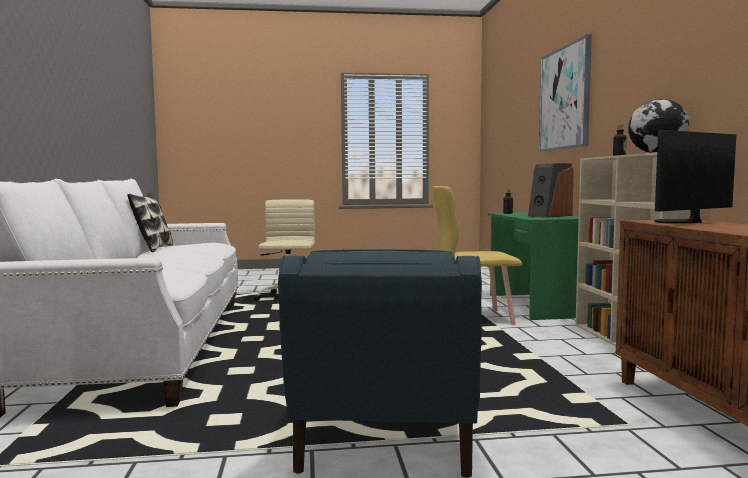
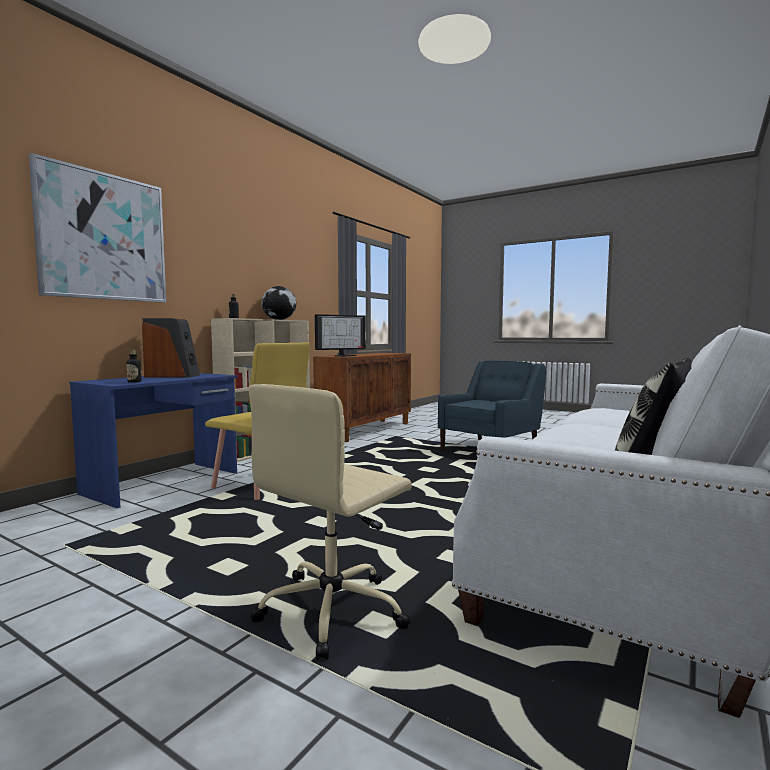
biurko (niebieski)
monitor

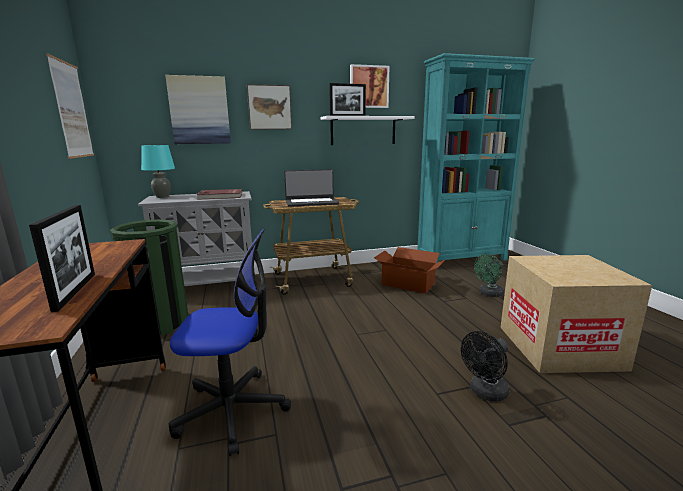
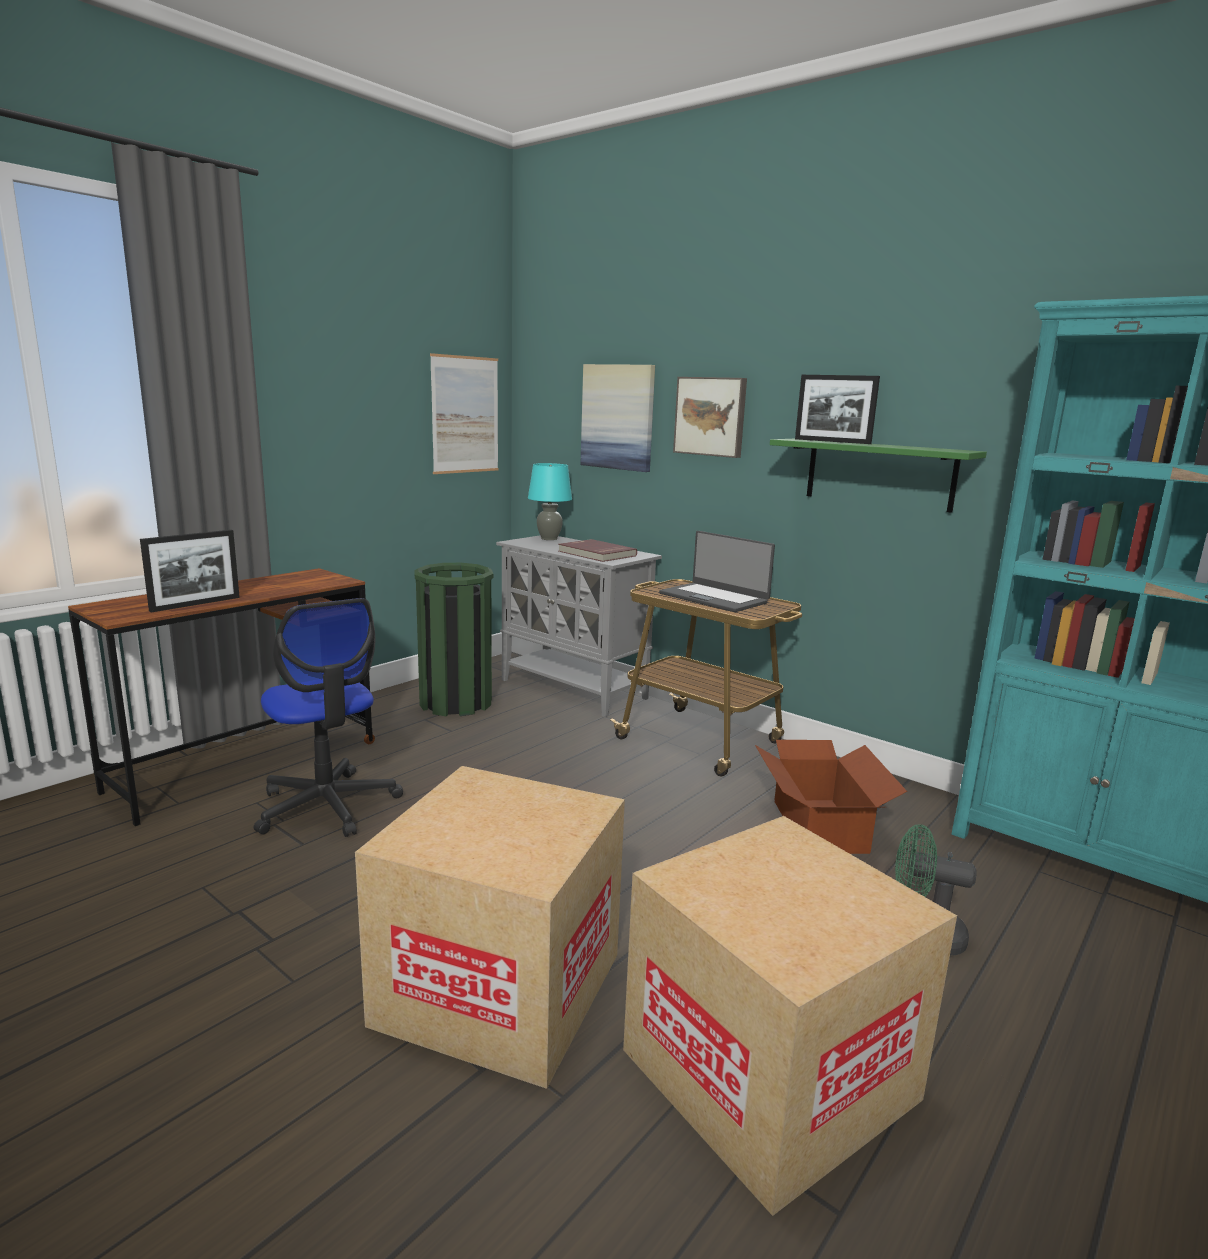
karton (no. 1 from left)
półka (zielony)
obraz (no. 4 from left in the first image)

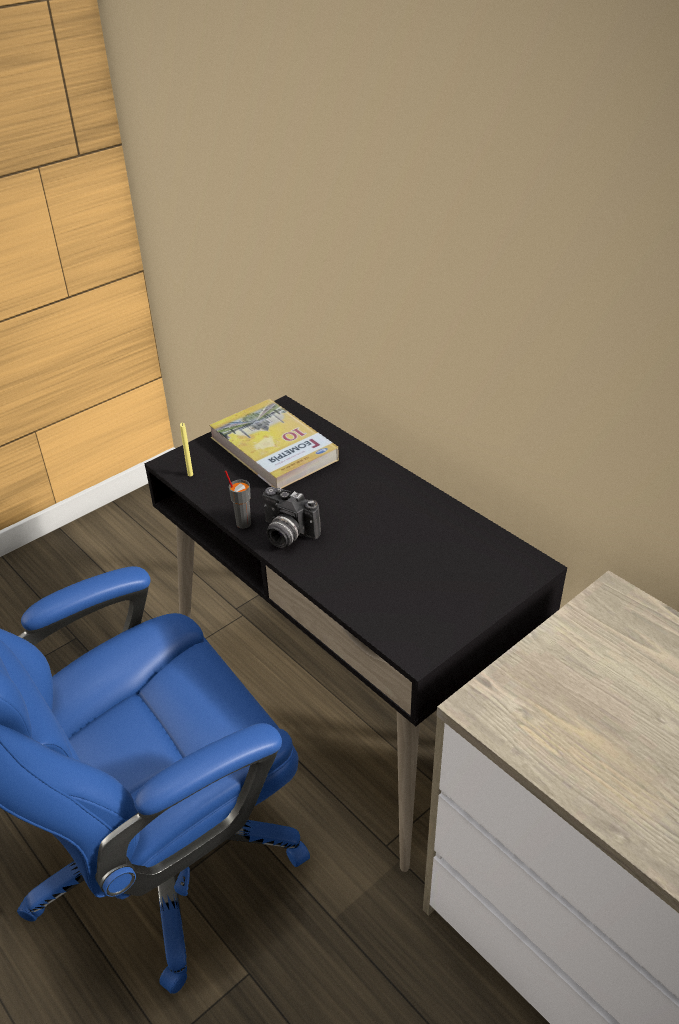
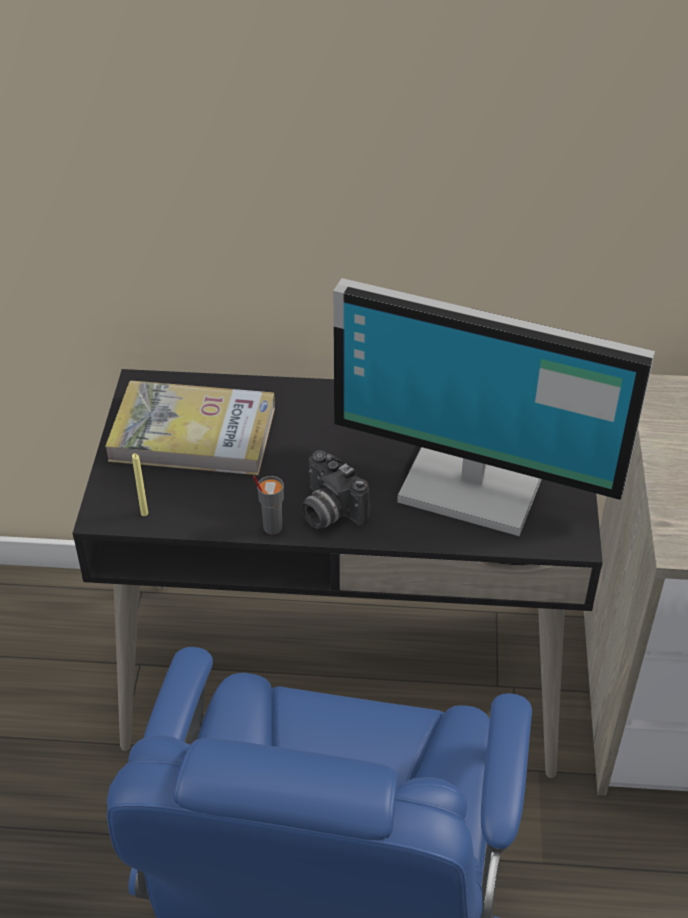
aparat fotograficzny
monitor

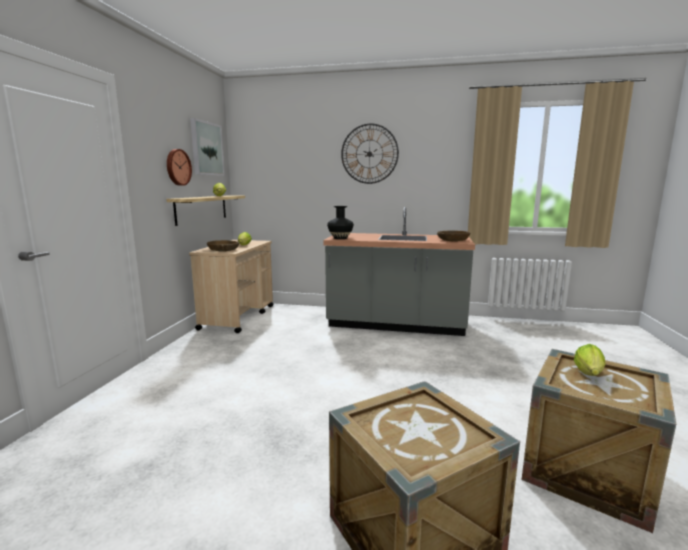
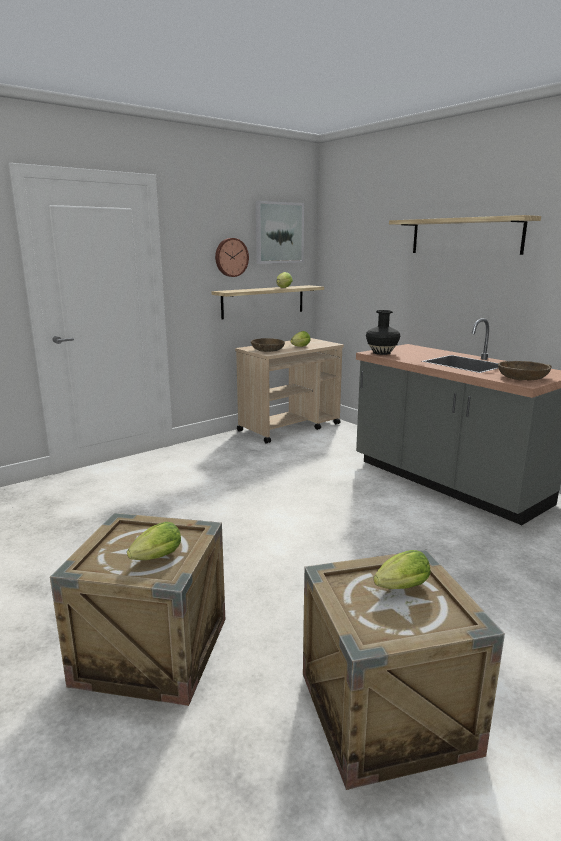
sałata (no. 1 from left)
półka (no. 2 from left)

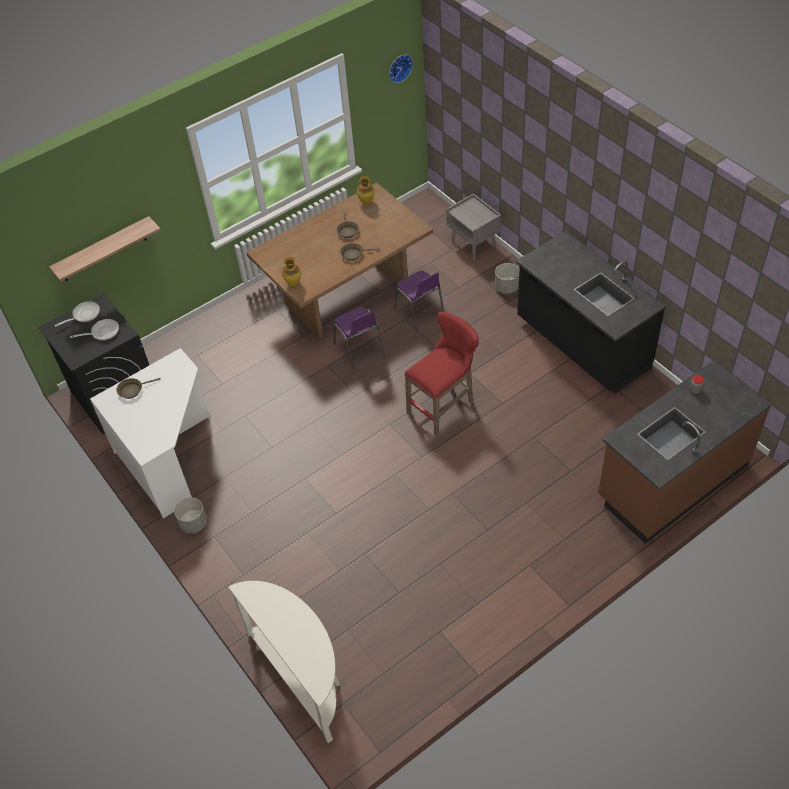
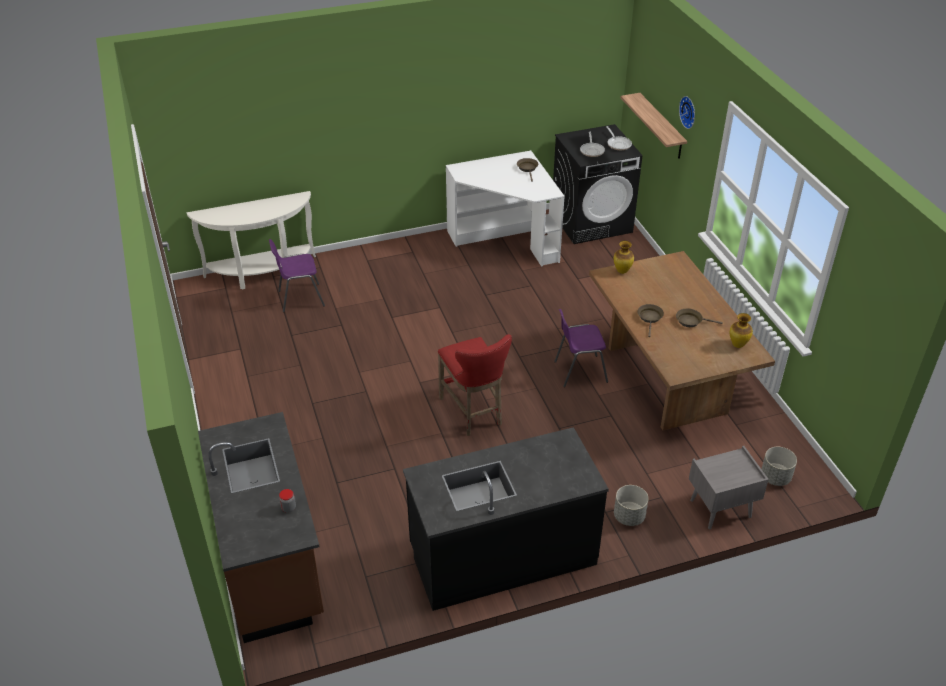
krzesło (fioletowy) (no. 1 from left)
zegar ścienny
donica (szary) (no. 2 from left)

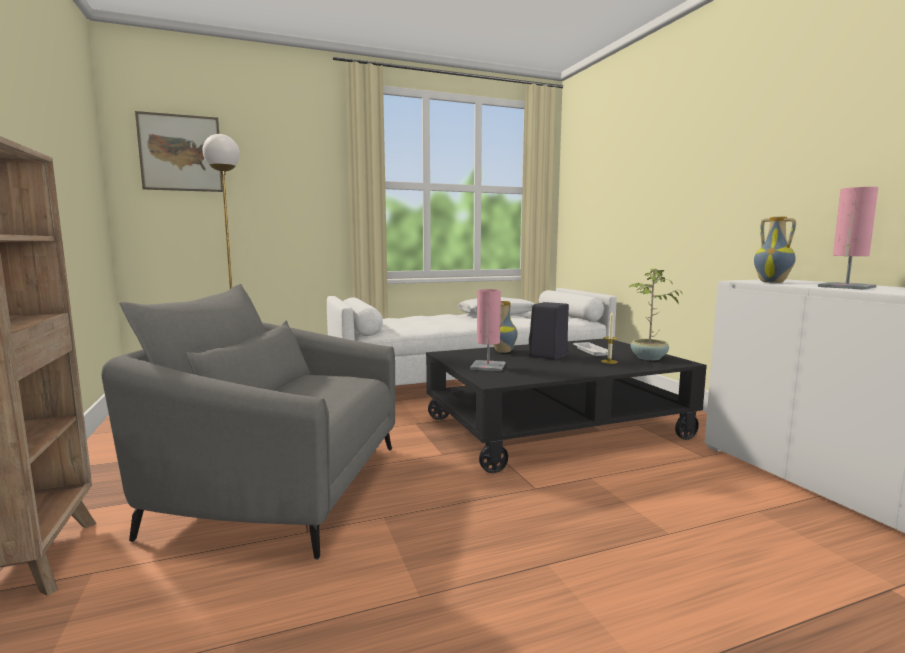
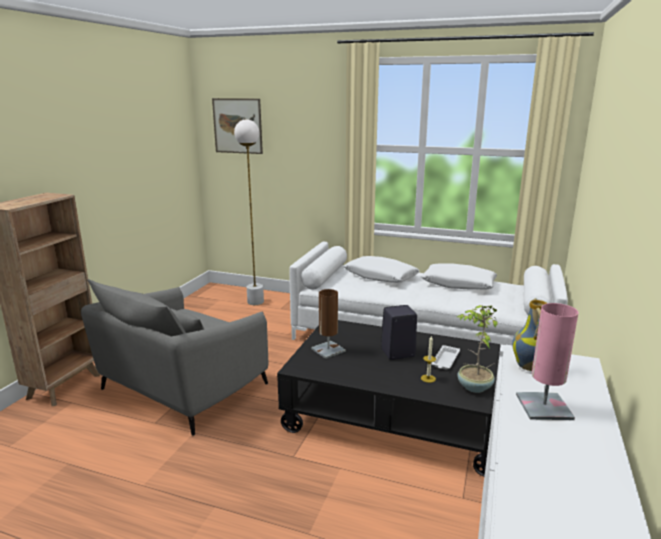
fotel (szary)
lampa stołowa (brązowy)
poduszka (biały) (no. 1 from left)
wazon (no. 1 from left in the first image)

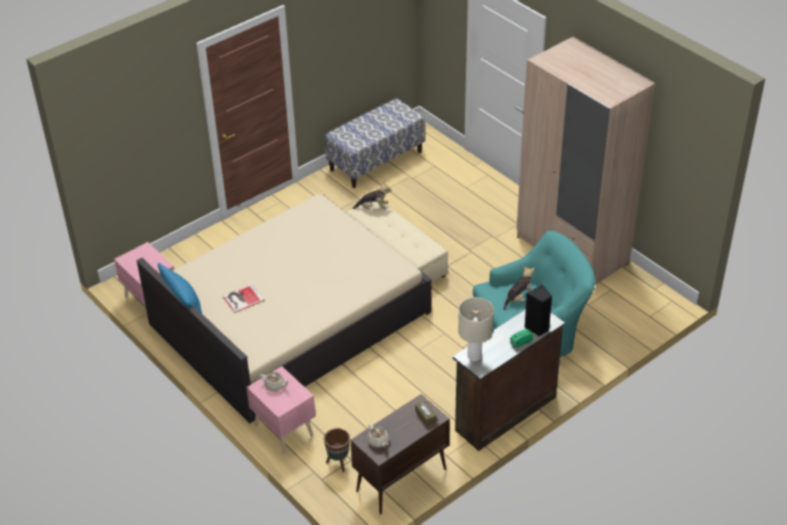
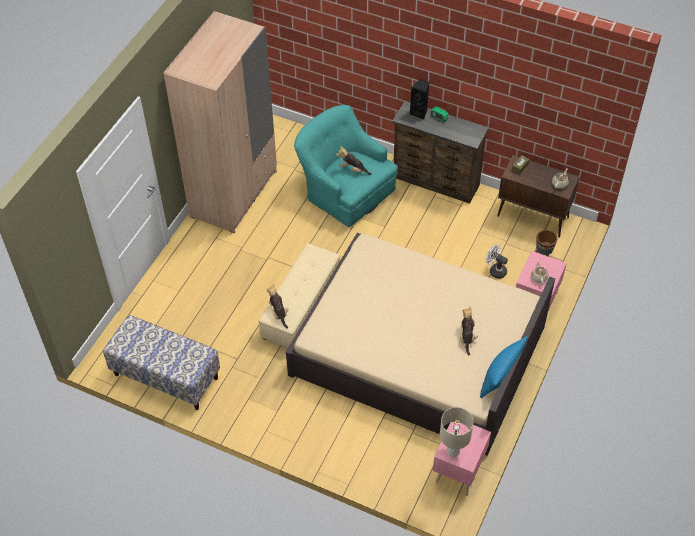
lampa stołowa (beżowy)
pluszak (no. 3 from left)
wentylator (biały)

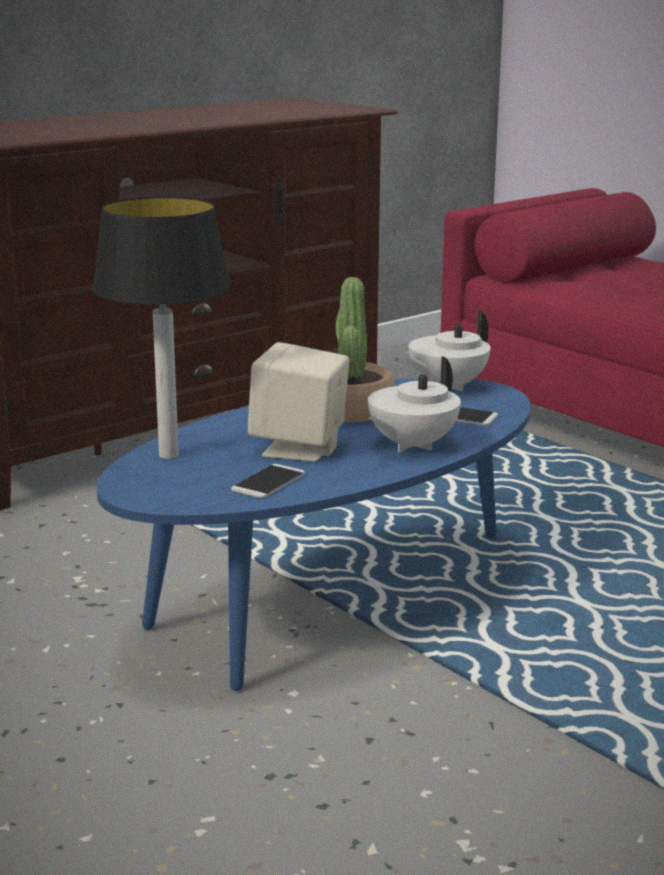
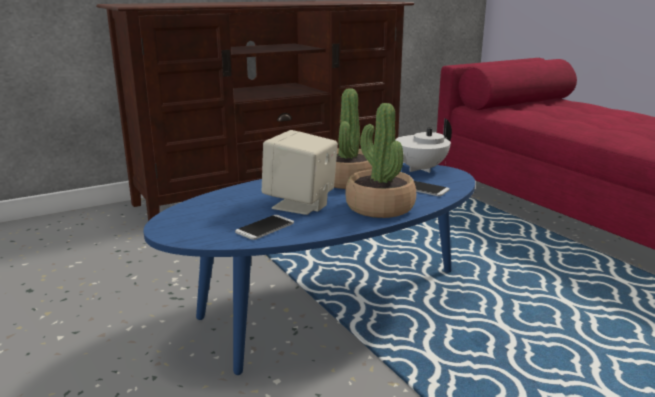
roślina doniczkowa (no. 2 from left)
lampa stołowa

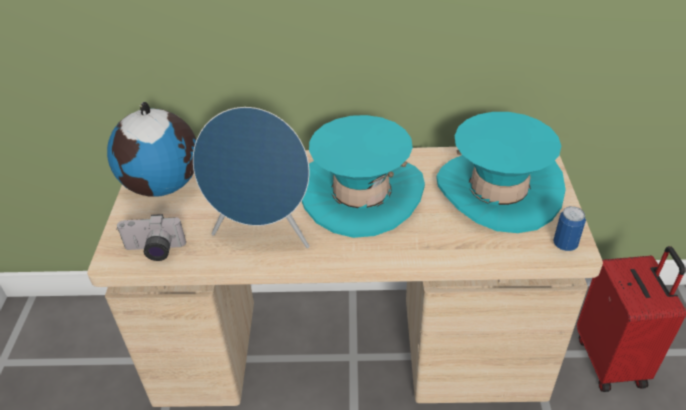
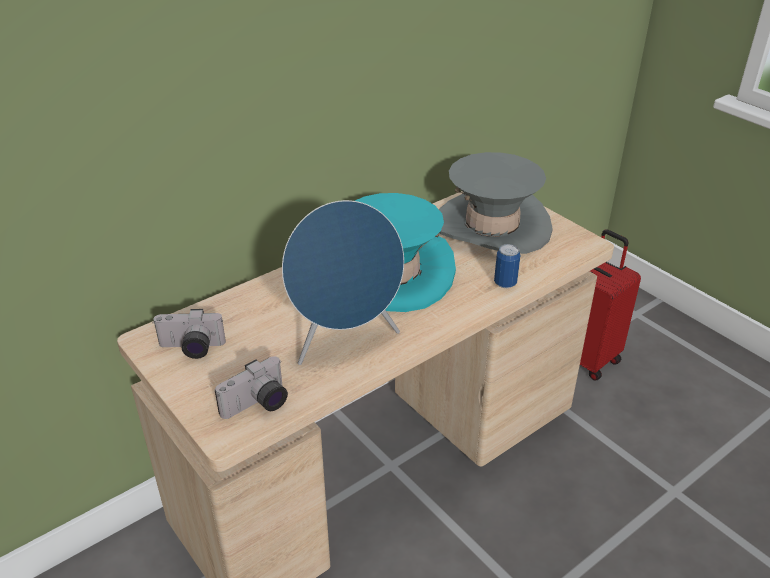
aparat fotograficzny (no. 1 from left)
kapelusz (szary)
puszka

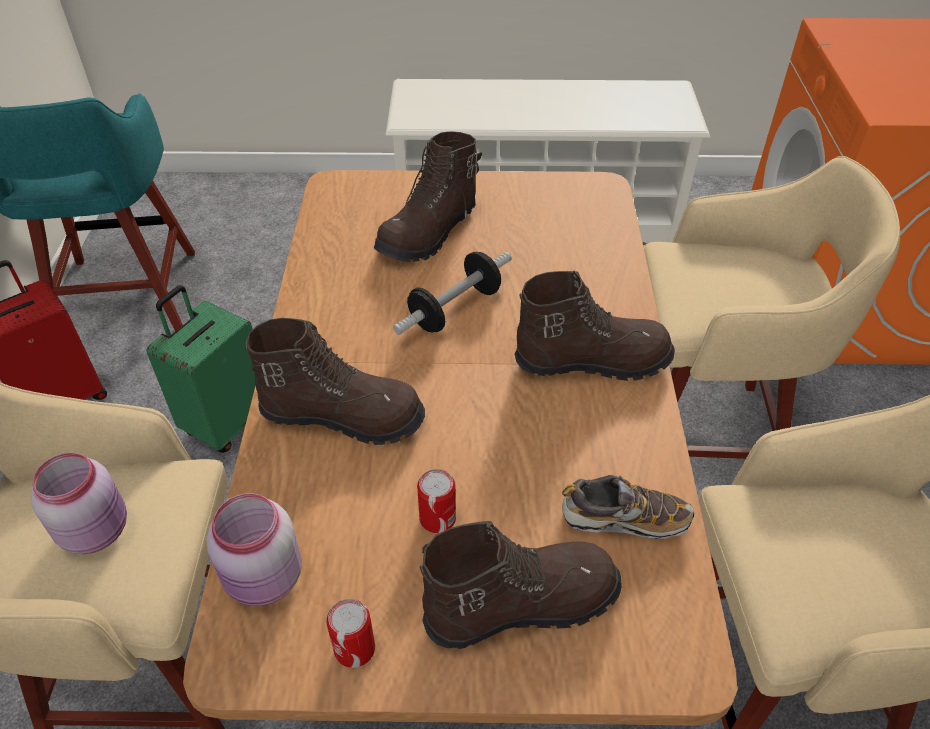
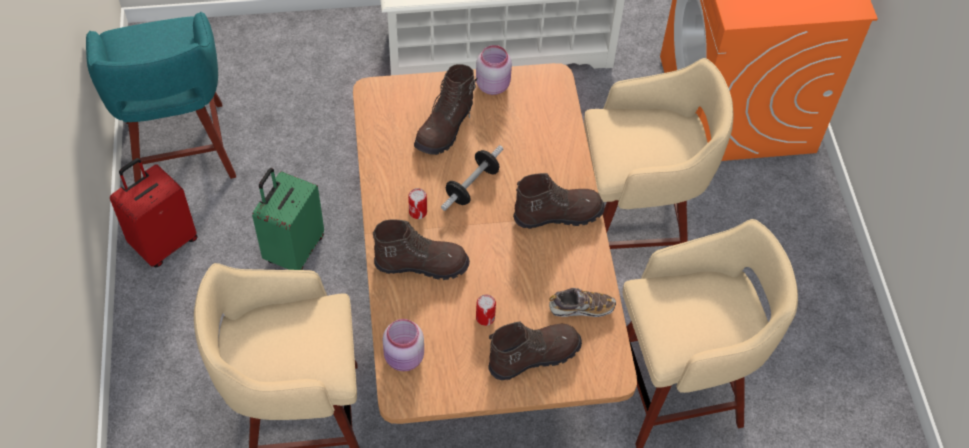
puszka (no. 1 from left)
słoik (różowy) (no. 2 from left)

